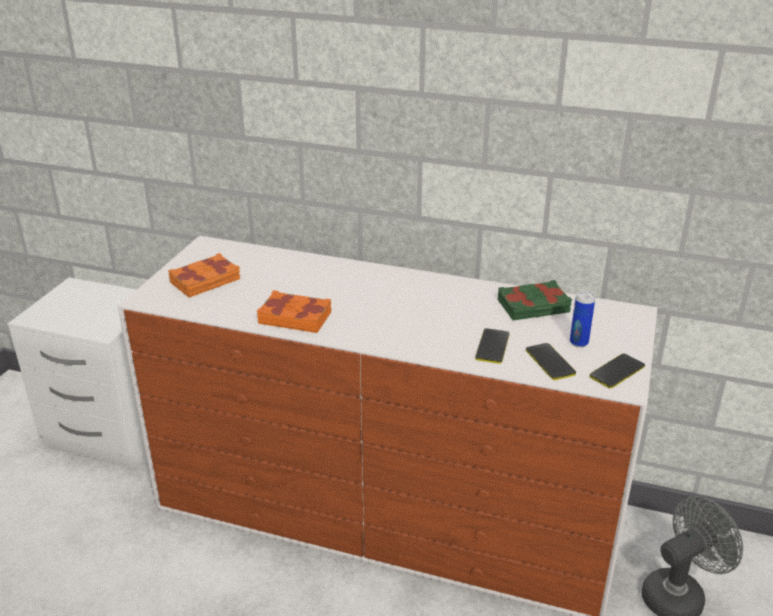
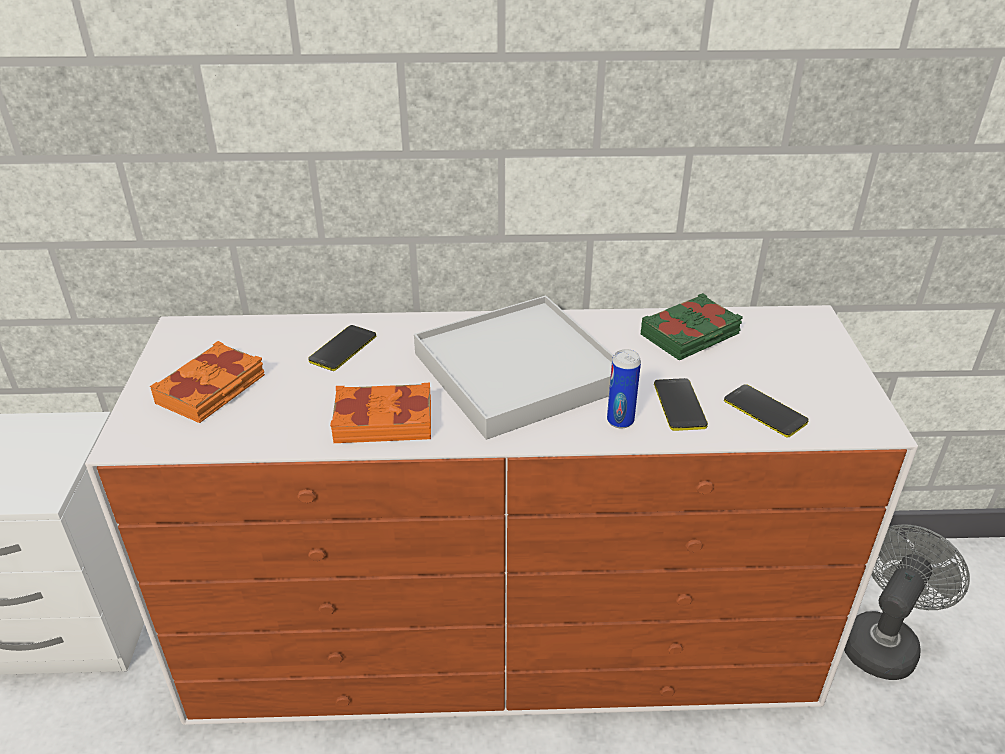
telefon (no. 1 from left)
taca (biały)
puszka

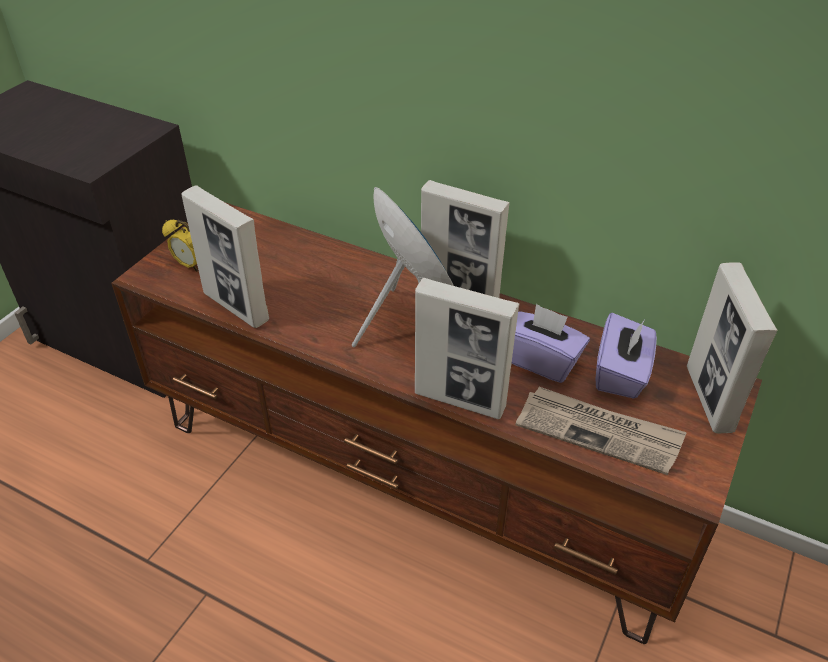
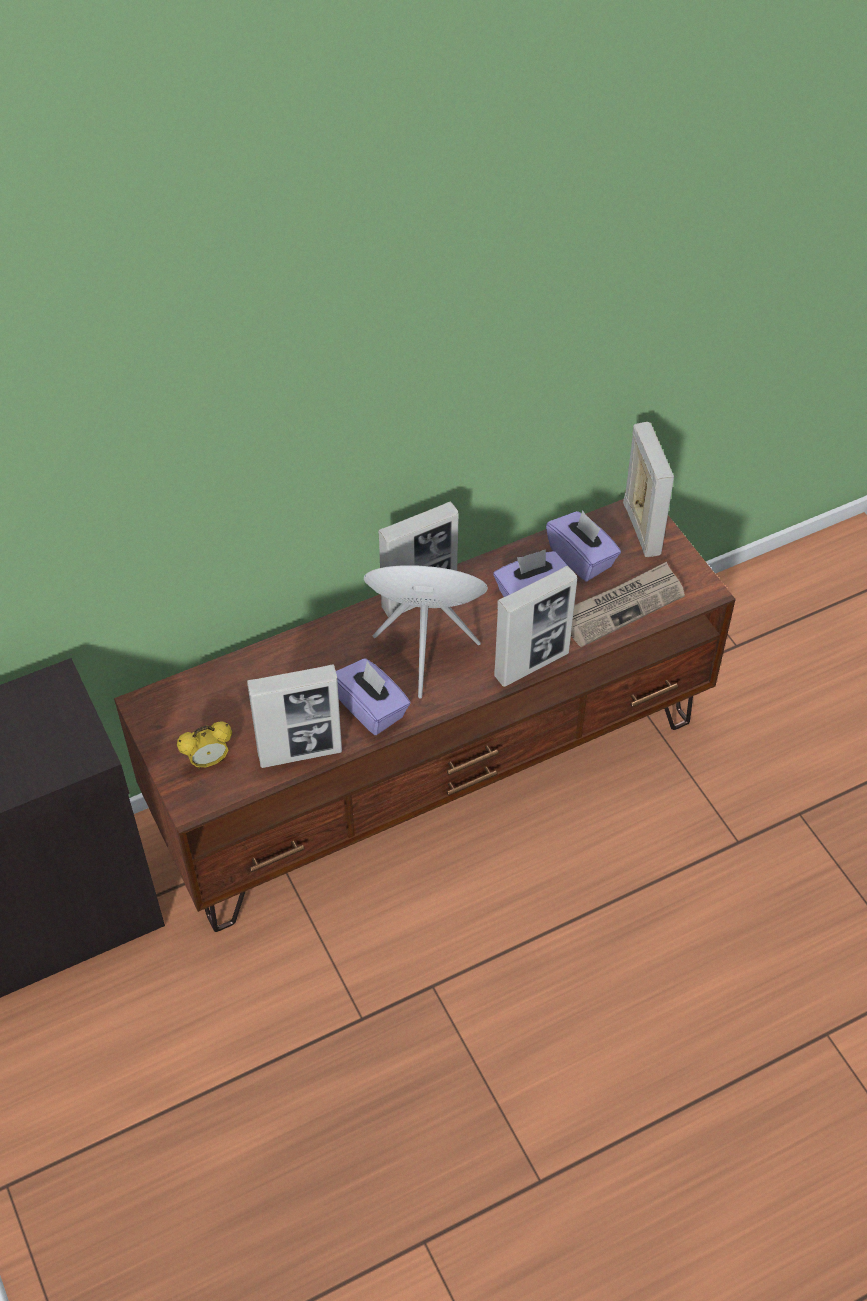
pudełko chusteczek (fioletowy) (no. 1 from left)
ramka na zdjęcie (no. 4 from left)

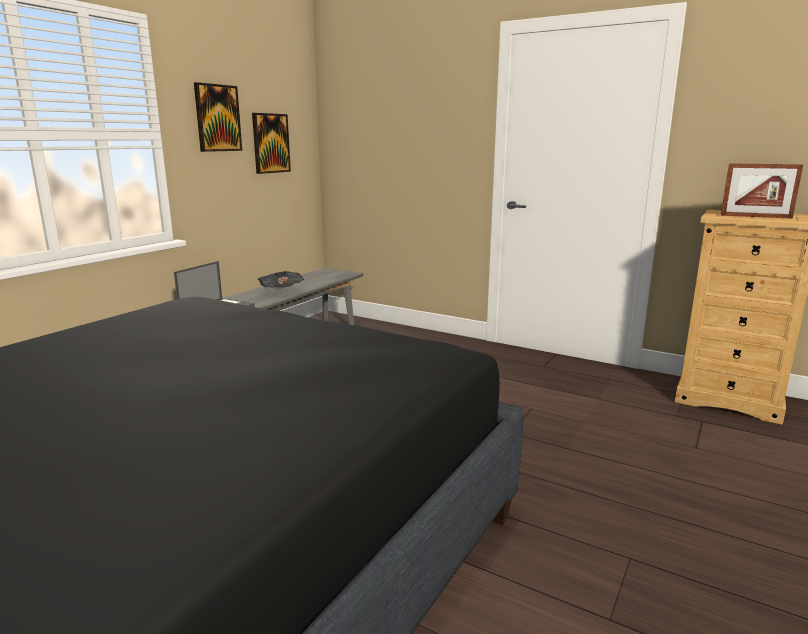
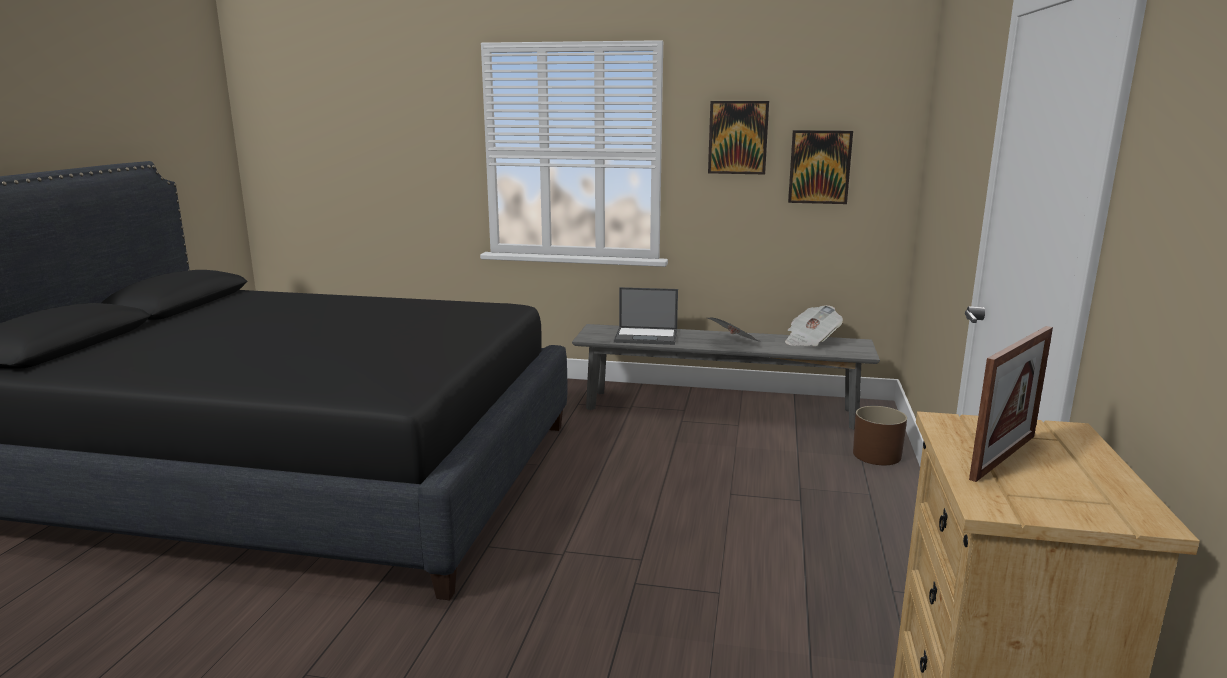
gazeta (no. 2 from left)
donica (brązowy)
ramka na zdjęcie

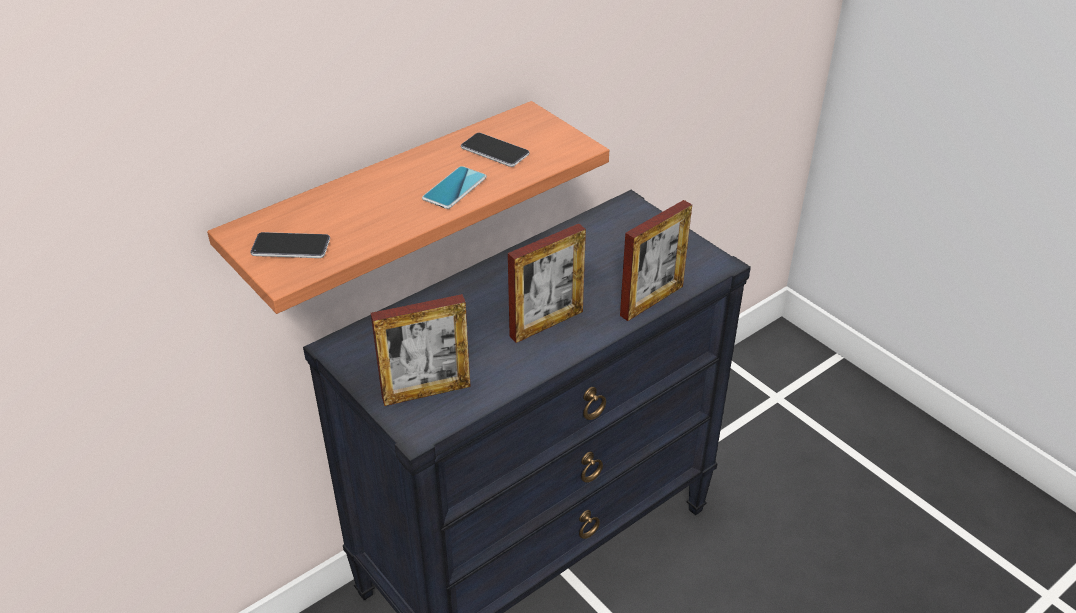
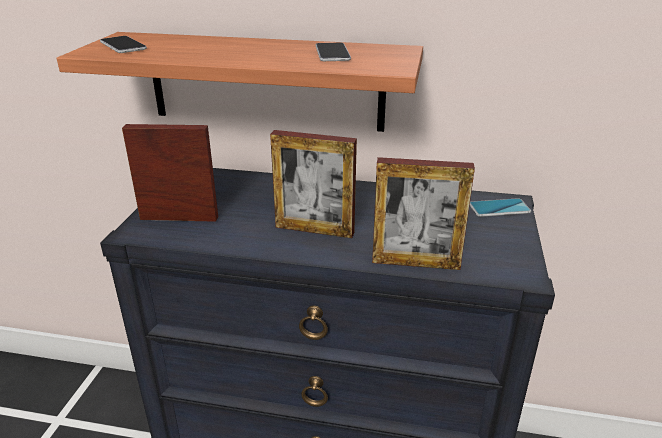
ramka na zdjęcie (no. 1 from left)
telefon (no. 3 from left)

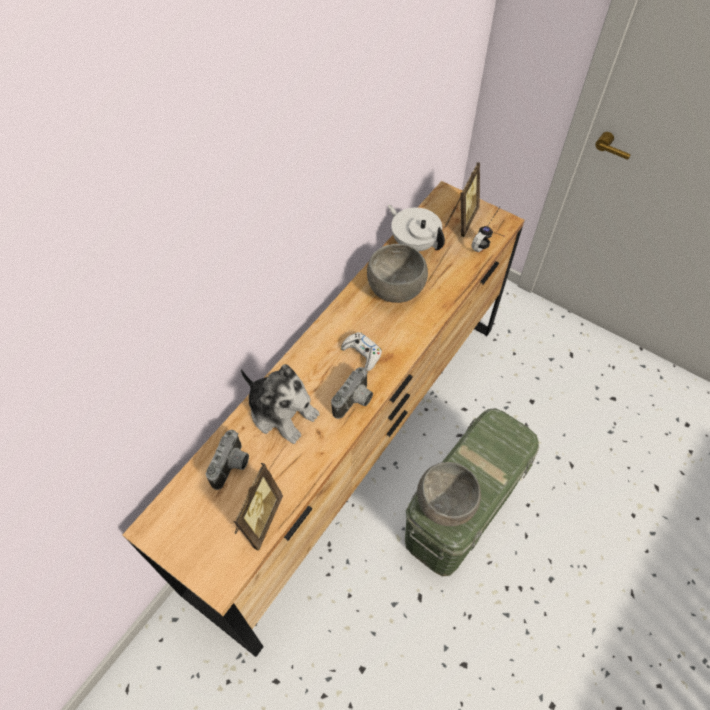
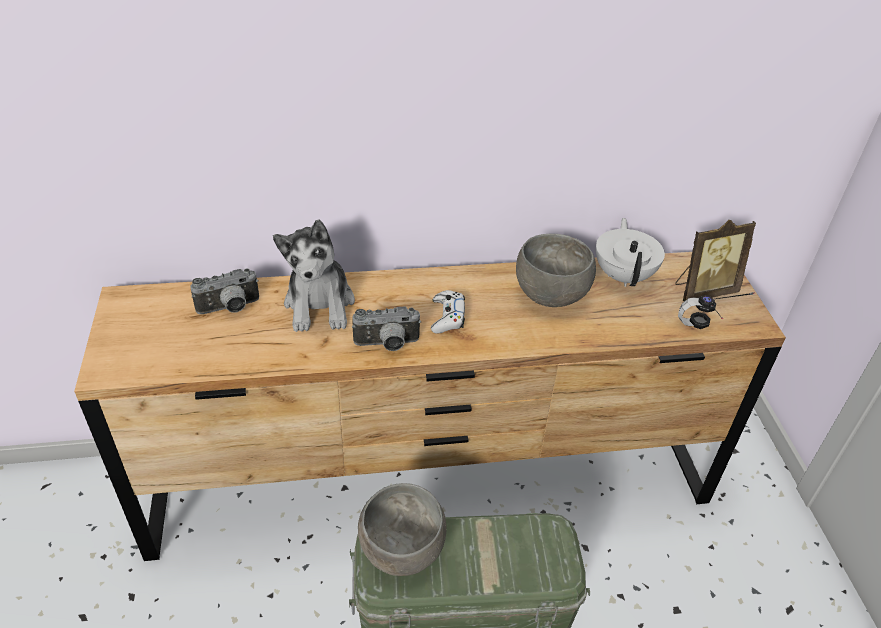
ramka na zdjęcie (no. 1 from left in the first image)

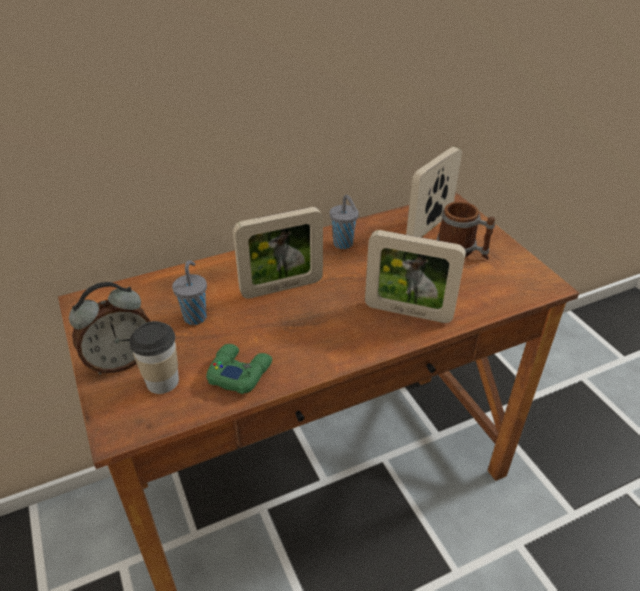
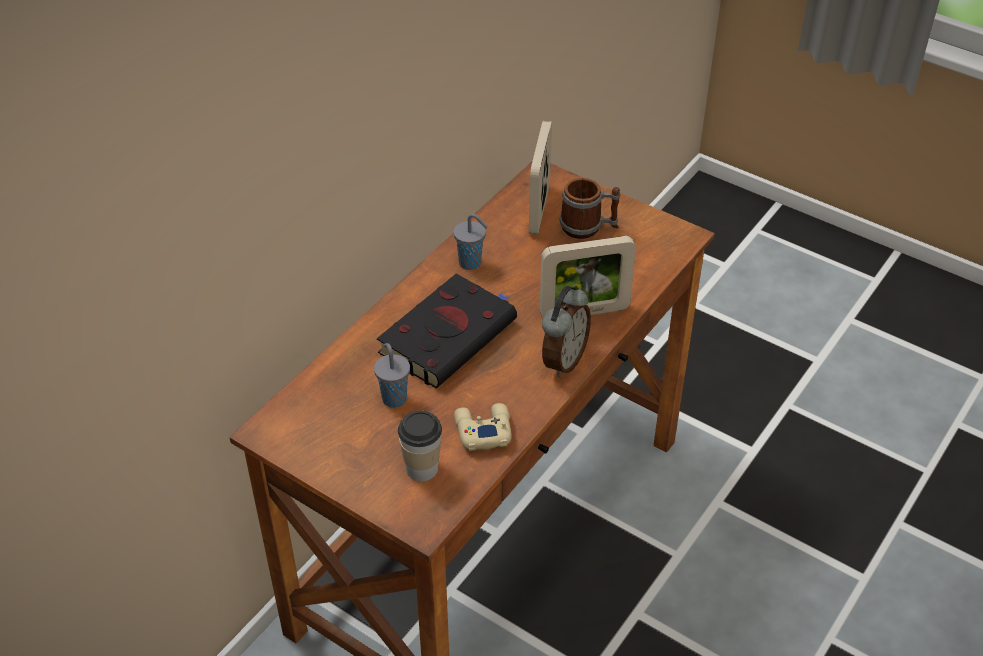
książka (czarny)
pad do gier (beżowy)
budzik

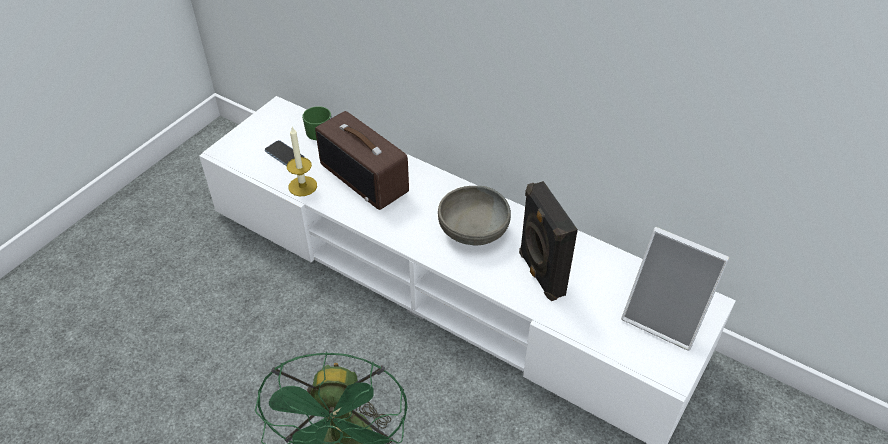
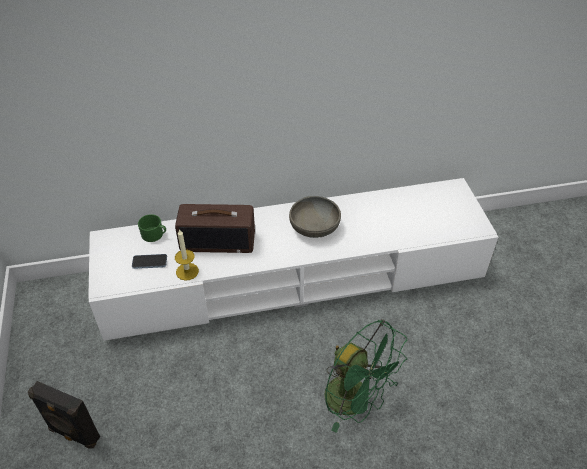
głośnik (czarny)
ramka na zdjęcie

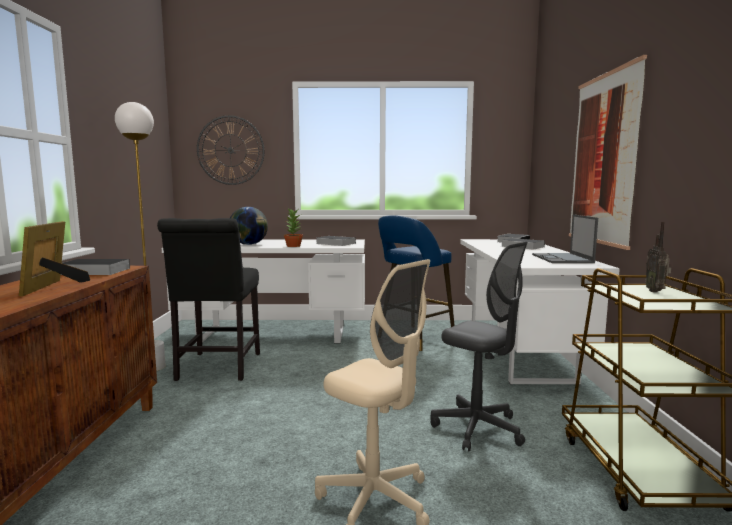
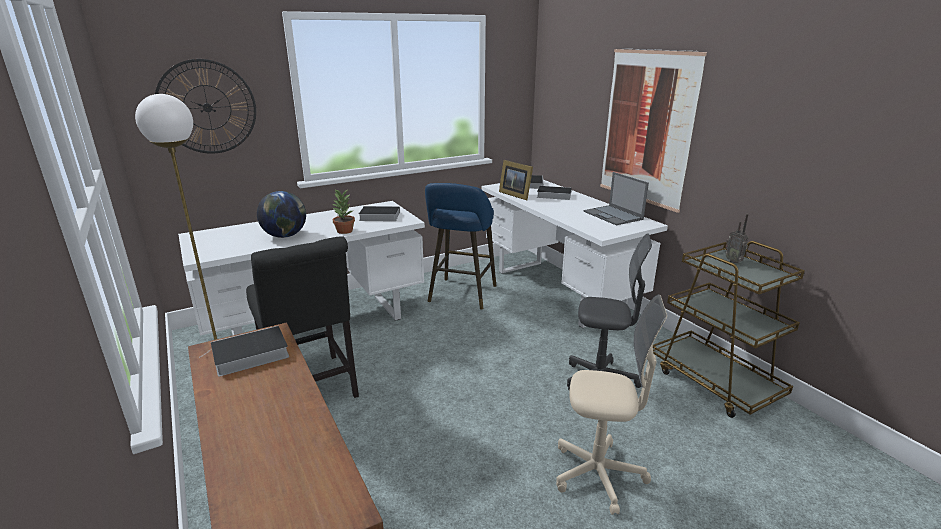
ramka na zdjęcie

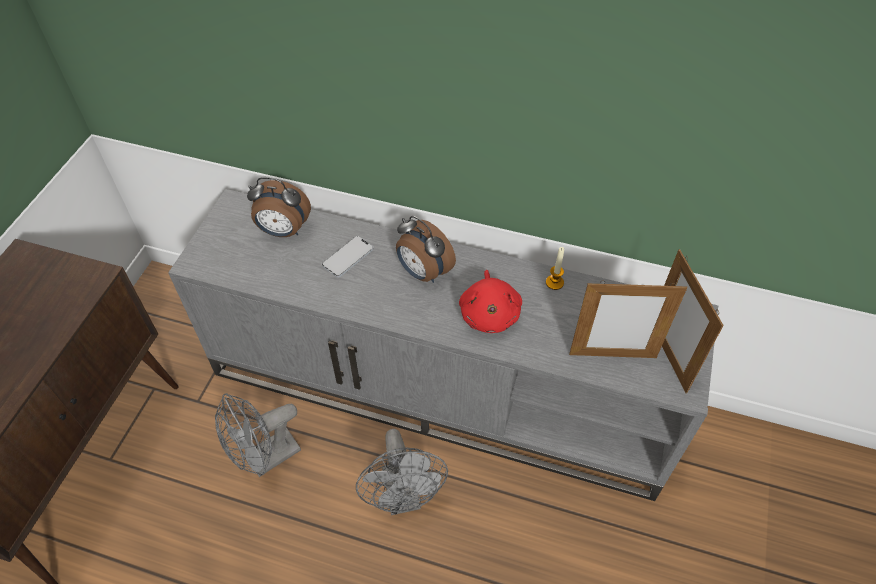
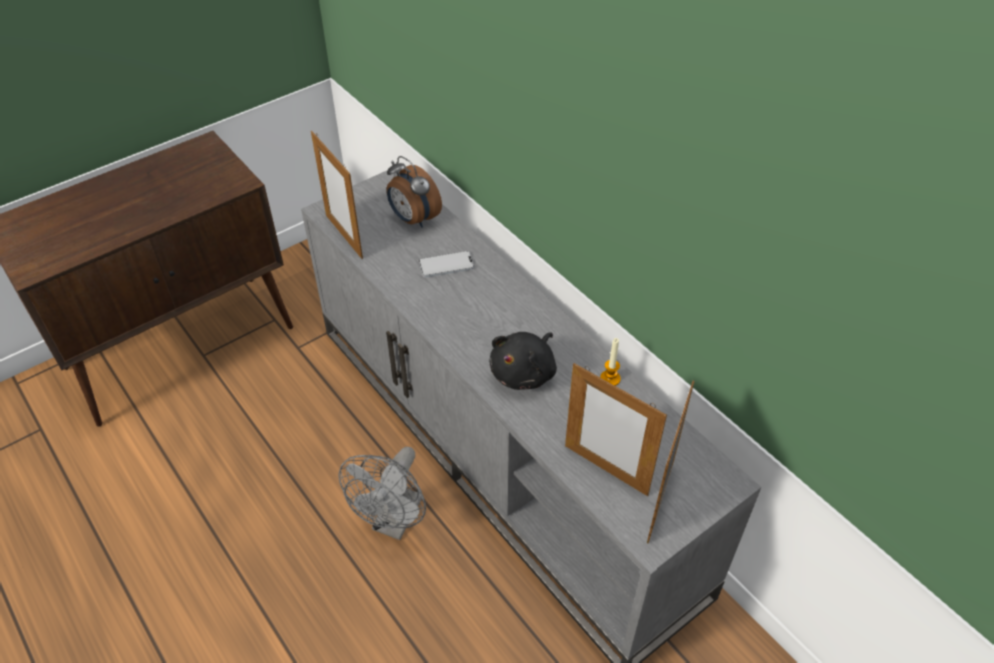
ramka na zdjęcie (no. 1 from left)
pluszak (czarny)
wentylator (szary) (no. 1 from left in the first image)
budzik (no. 2 from left in the first image)

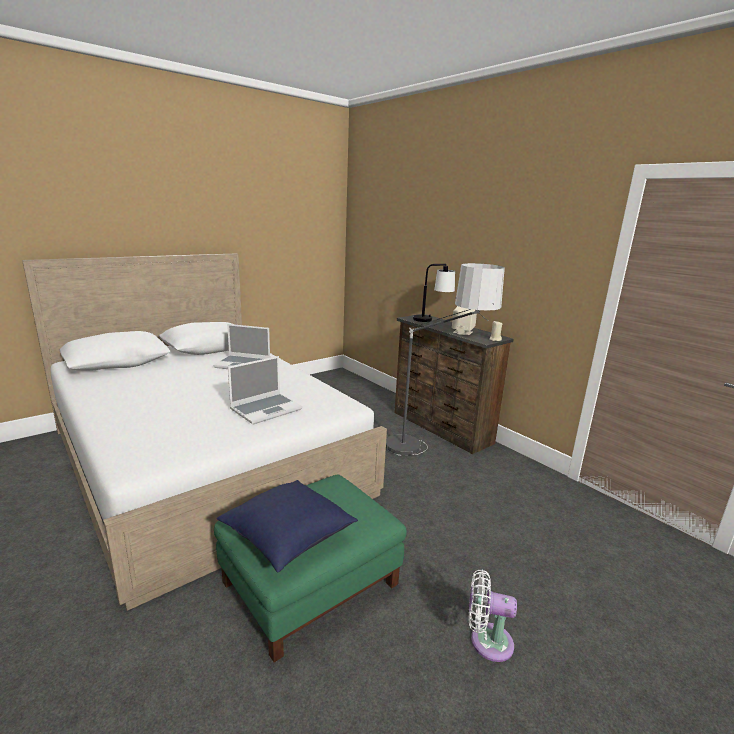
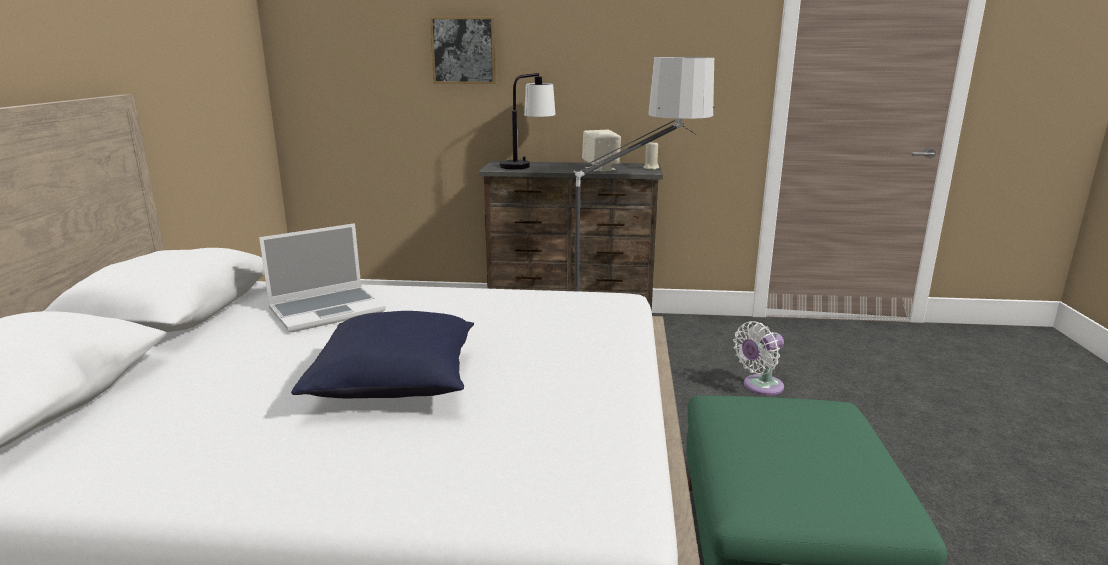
poduszka (niebieski)
obraz
wentylator (biały)
laptop (no. 2 from left in the first image)

